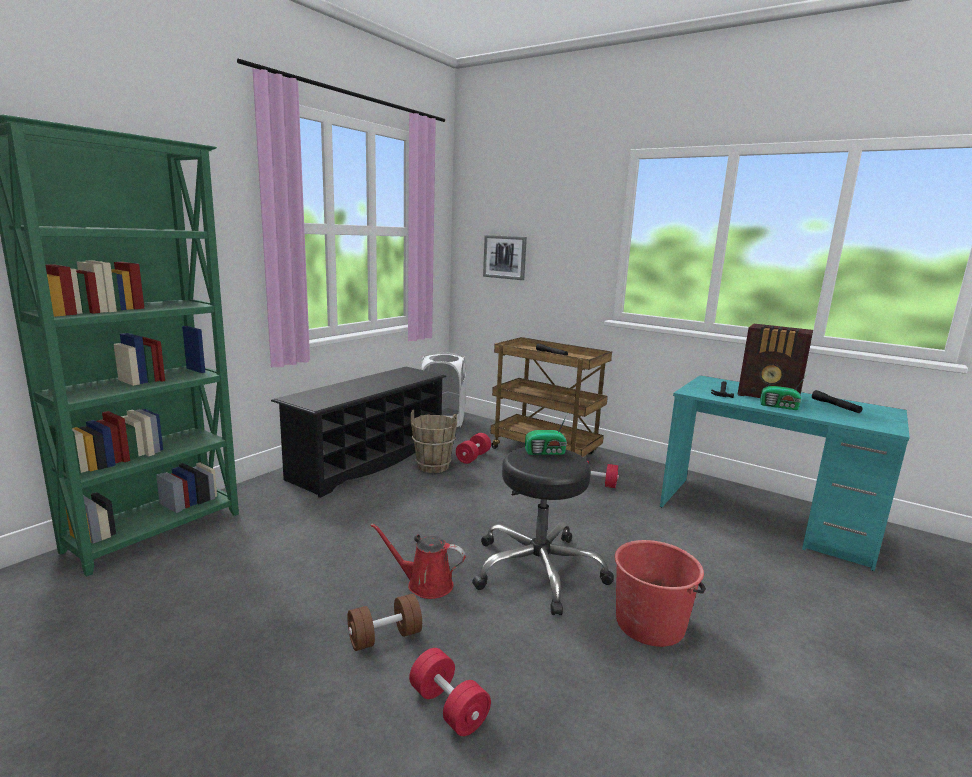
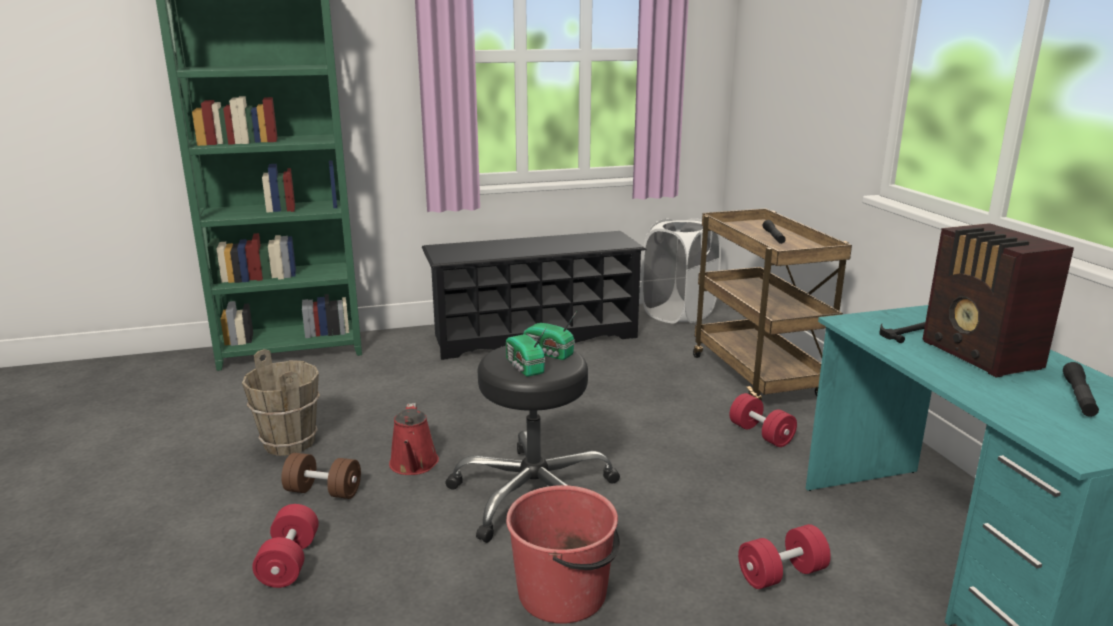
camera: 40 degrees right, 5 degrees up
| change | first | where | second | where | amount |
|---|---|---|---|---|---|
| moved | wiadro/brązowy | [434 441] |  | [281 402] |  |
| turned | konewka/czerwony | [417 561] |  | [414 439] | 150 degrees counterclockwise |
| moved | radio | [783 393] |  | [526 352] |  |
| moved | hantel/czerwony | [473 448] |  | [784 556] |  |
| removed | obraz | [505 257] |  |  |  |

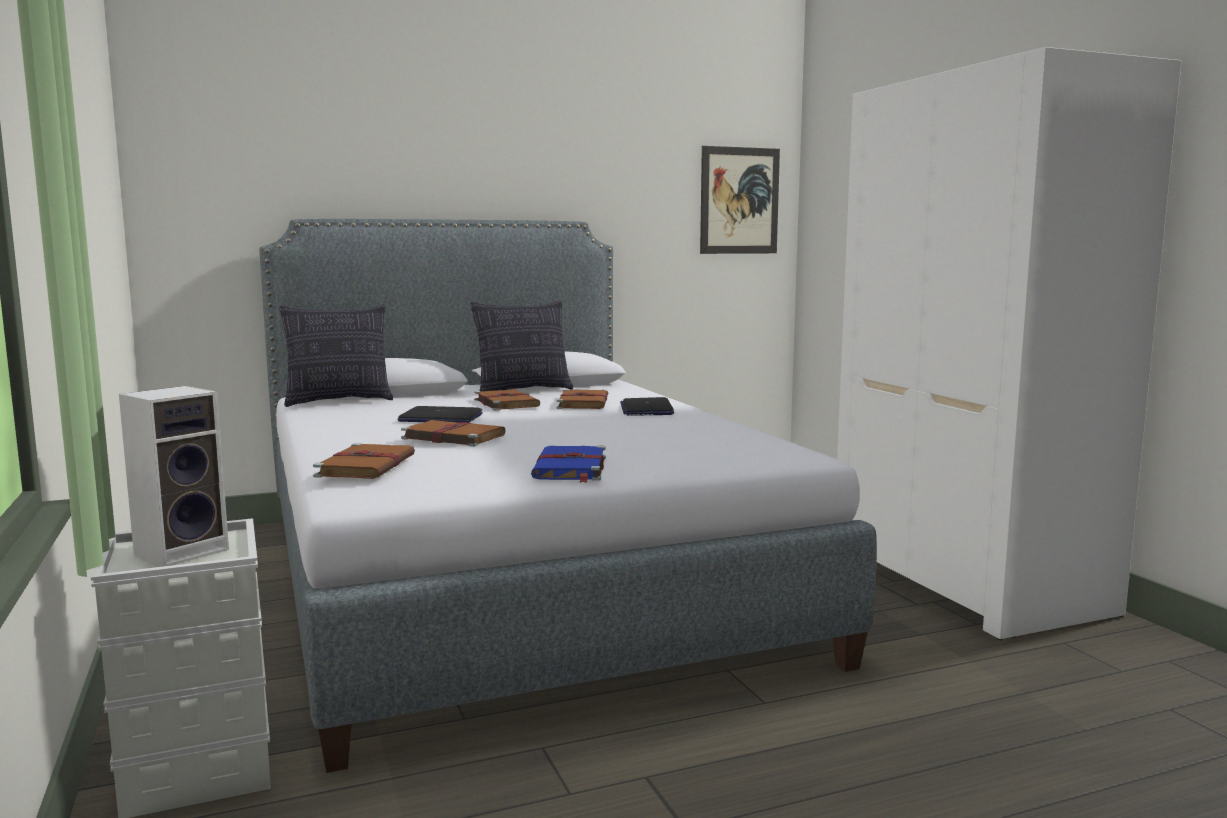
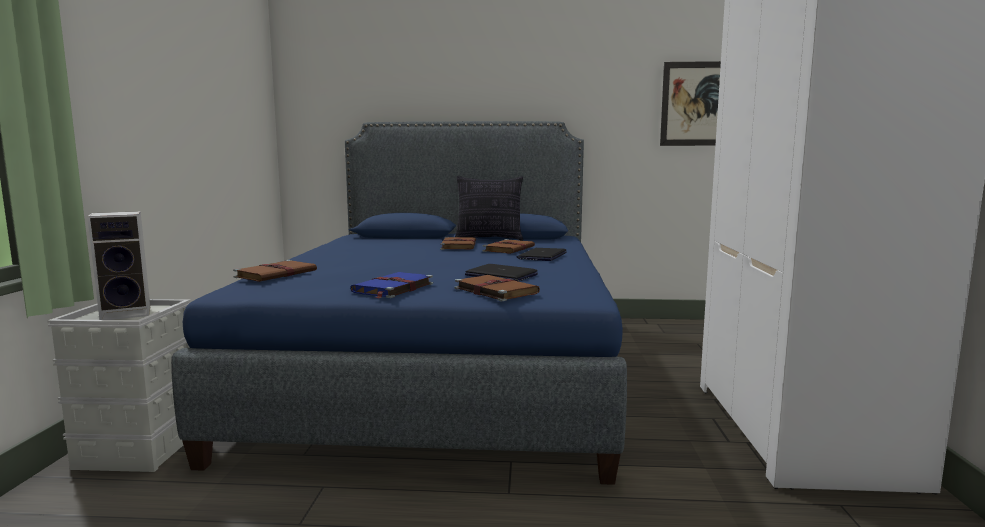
camera: 25 degrees right, 0 degrees up
| change | first | where | second | where | amount |
|---|---|---|---|---|---|
| recoloured | łóżko/szary | [568 496] | łóżko/niebieski | [399 303] |  |
| moved | książka/brązowy | [453 433] |  | [497 288] |  |
| moved | laptop | [440 414] |  | [501 273] |  |
| removed | poduszka | [336 356] |  |  |  |

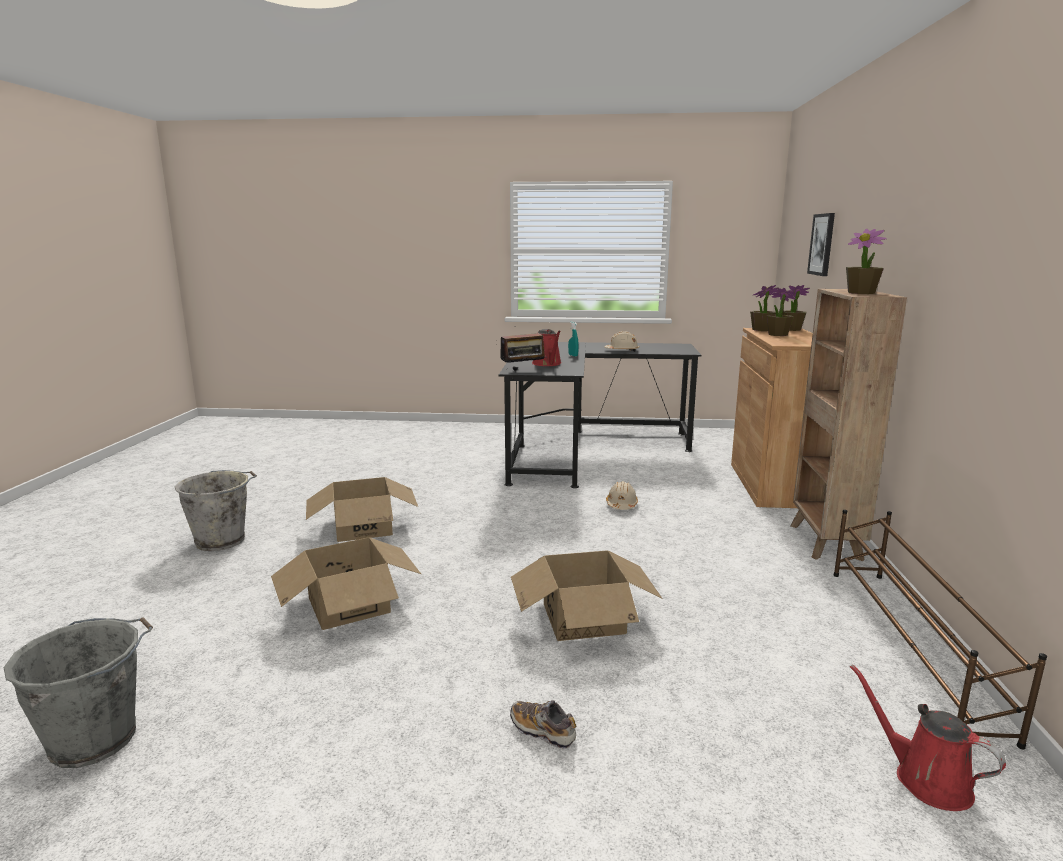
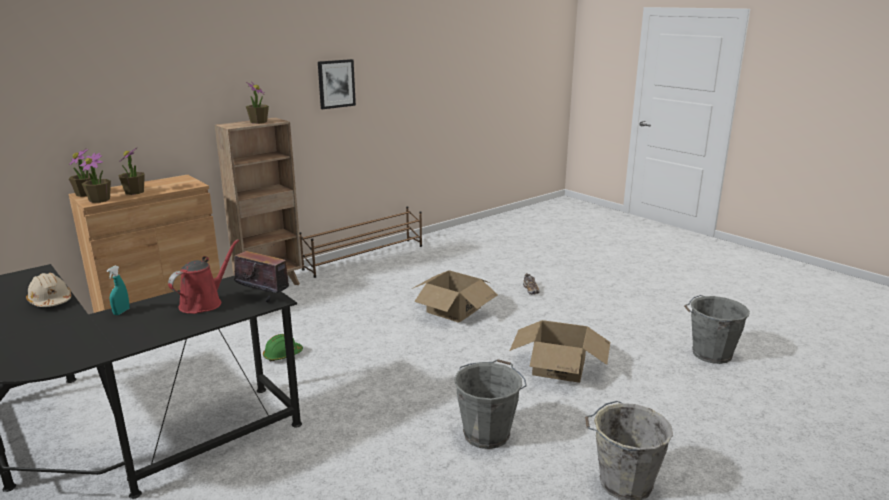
camera: 135 degrees left, 5 degrees up
| change | first | where | second | where | amount |
|---|---|---|---|---|---|
| recoloured | kask/beżowy | [622 495] | kask/zielony | [283 347] |  |
| moved | obraz | [821 244] |  | [337 84] |  |
| replaced | karton | [362 509] | wiadro/szary | [490 404] |  |
| removed | konewka/czerwony | [928 737] |  |  |  |

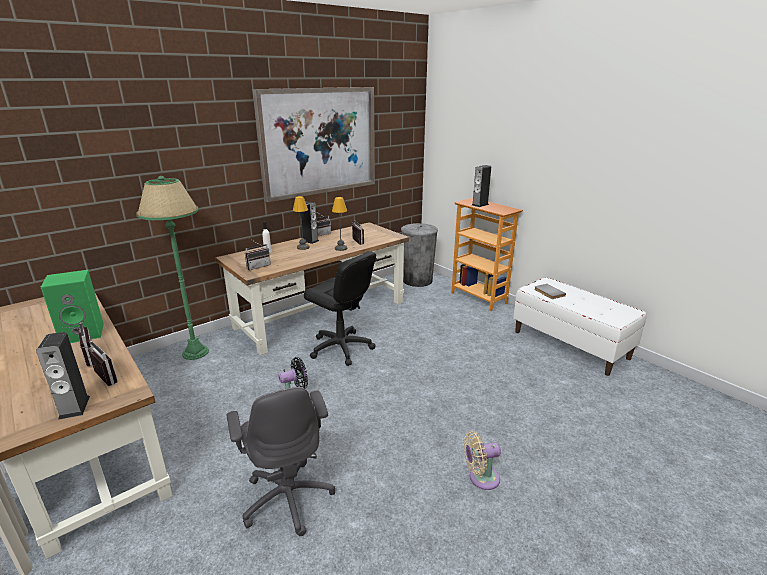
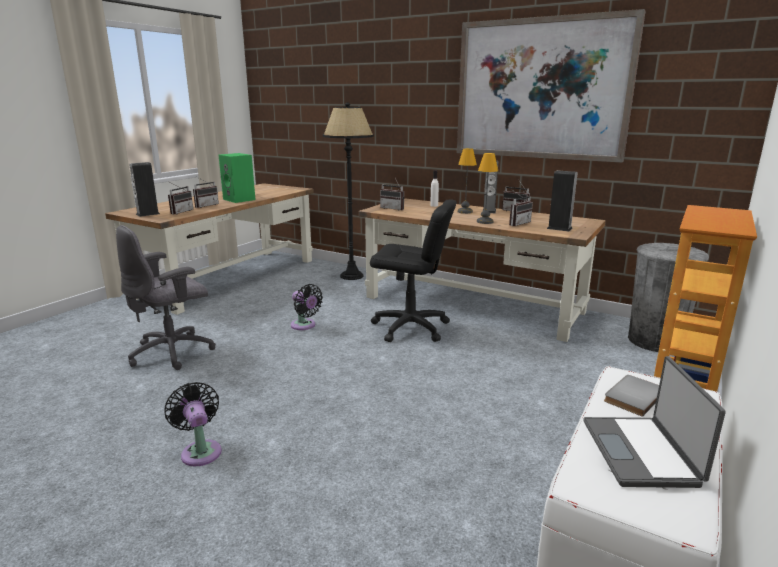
camera: 70 degrees right, 5 degrees down
| change | first | where | second | where | amount |
|---|---|---|---|---|---|
| recoloured | wentylator/beżowy | [482 460] | wentylator/czarny | [193 424] |  |
| recoloured | lampa stojąca/zielony | [172 268] | lampa stojąca/czarny | [348 191] |  |
| turned | krzesło biurowe/czarny | [340 308] |  | [413 271] | 90 degrees counterclockwise |
| moved | głośnik | [481 186] |  | [562 201] |  |
| added |  |  | laptop | [654 422] |  |

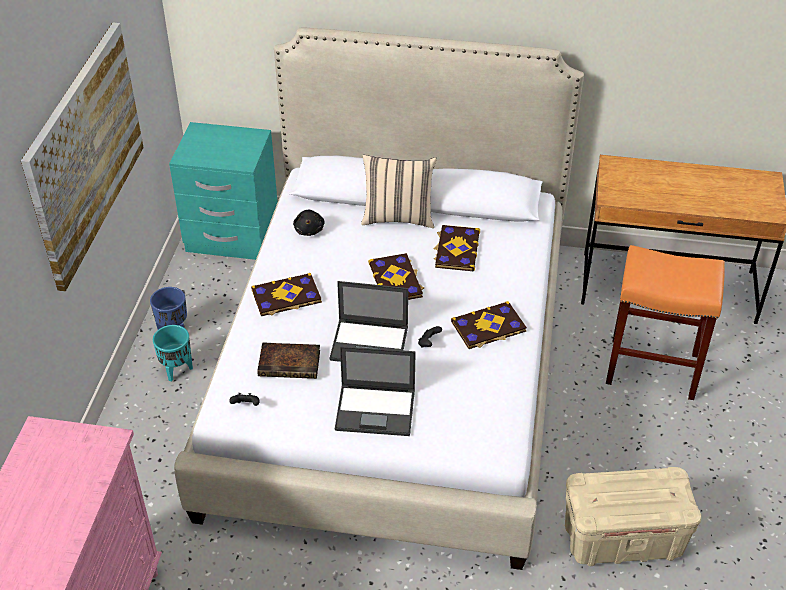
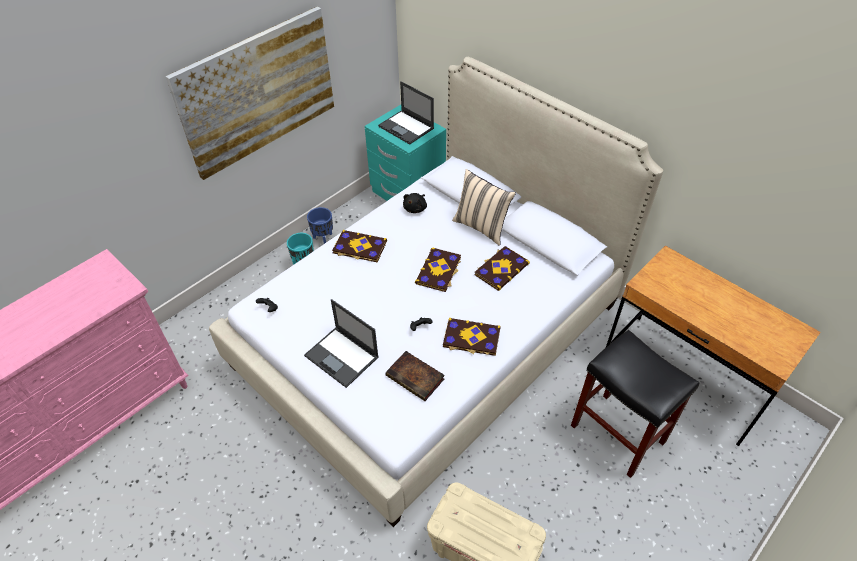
camera: 35 degrees right, 5 degrees up
| change | first | where | second | where | amount |
|---|---|---|---|---|---|
| moved | laptop | [368 321] |  | [406 113] |  |
| moved | książka | [288 360] |  | [415 376] |  |
| recoloured | stołek/pomarańczowy | [665 322] | stołek/czarny | [635 404] |  |

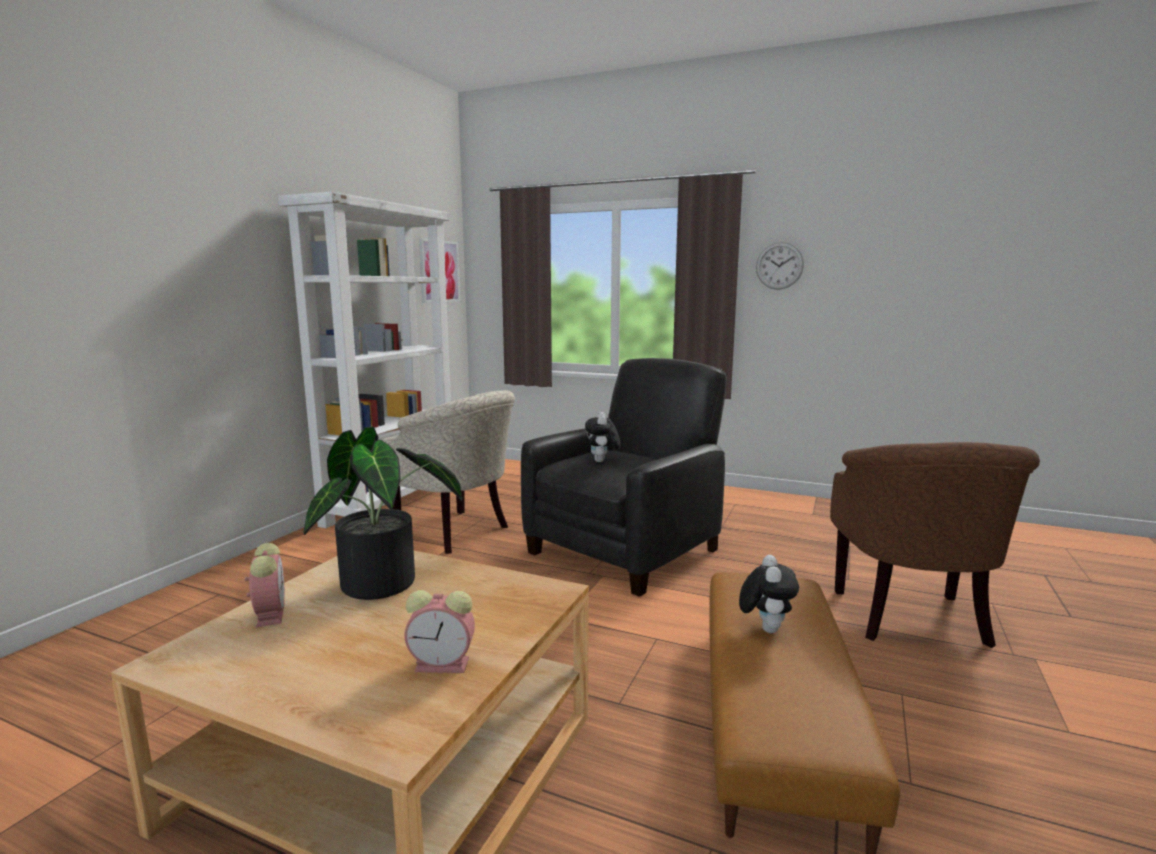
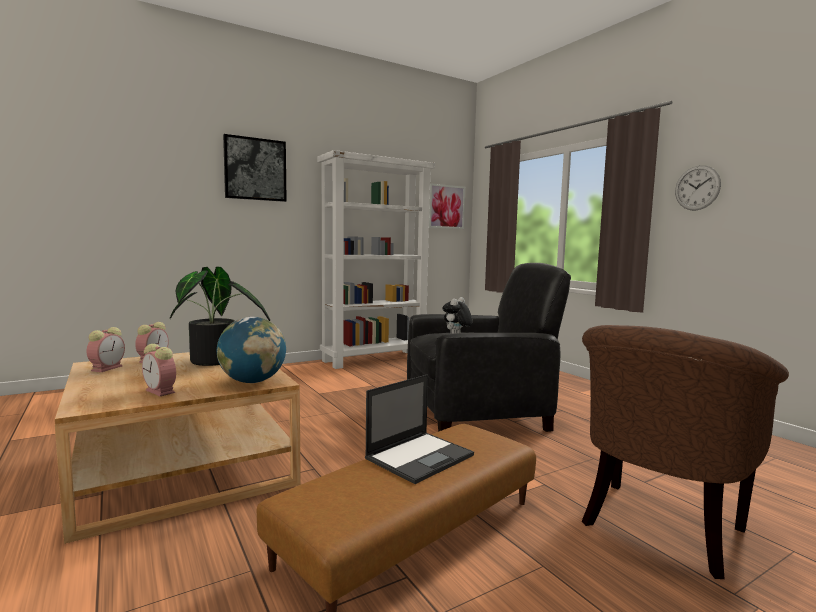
camera: 35 degrees right, 5 degrees down
| change | first | where | second | where | amount |
|---|---|---|---|---|---|
| added |  |  | budzik | [106 349] |  |
| added |  |  | globus | [251 350] |  |
| added |  |  | obraz | [255 168] |  |
| replaced | pluszak | [769 594] | laptop | [419 429] |  |
| removed | fotel/beżowy | [448 472] |  |  |  |

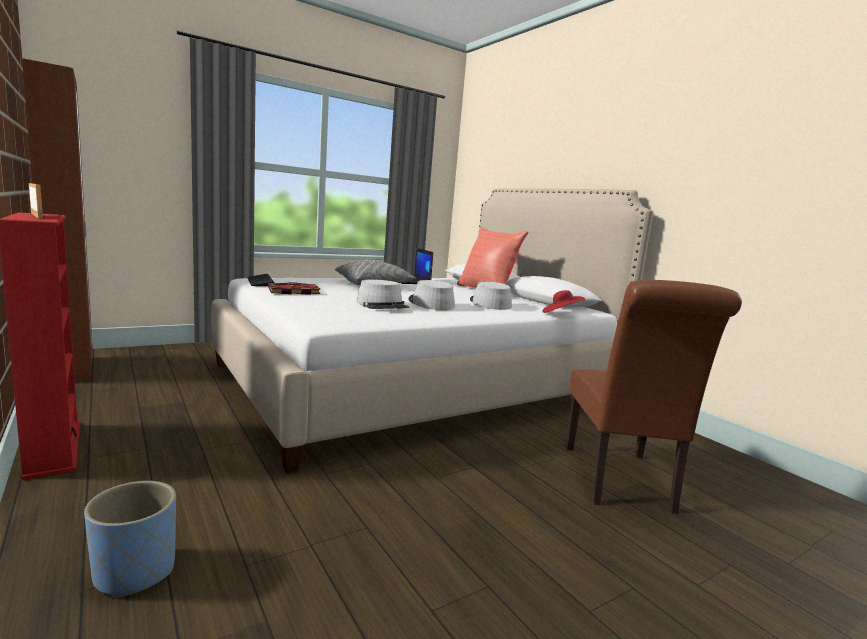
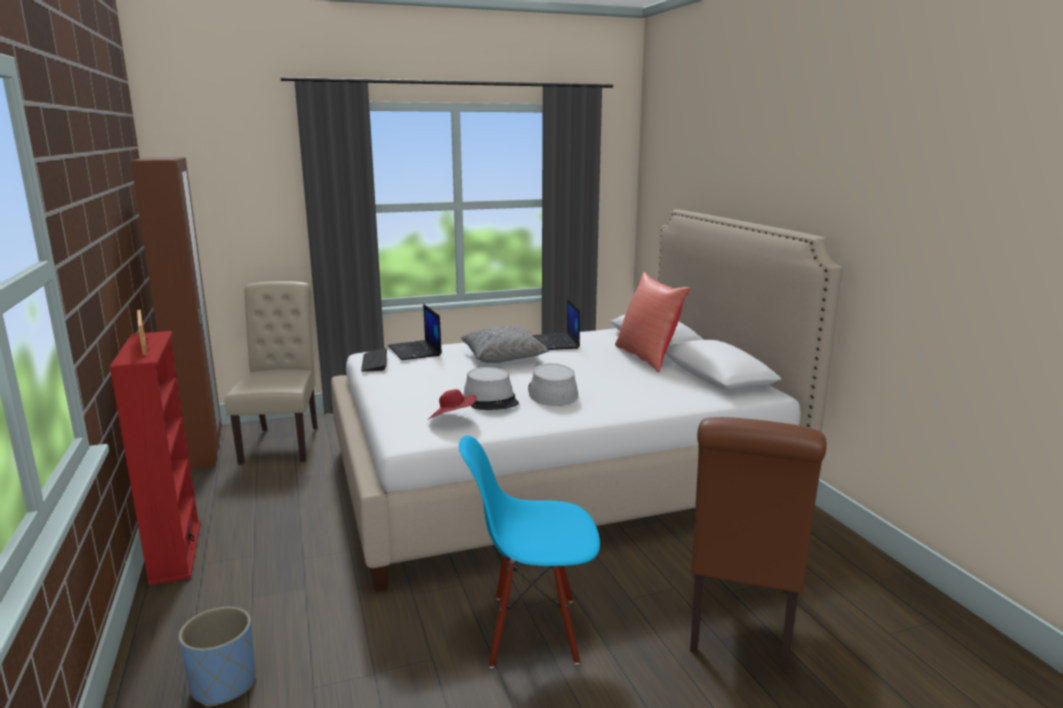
camera: 15 degrees right, 5 degrees up
| change | first | where | second | where | amount |
|---|---|---|---|---|---|
| added |  |  | krzesło/beżowy | [271 372] |  |
| added |  |  | laptop | [415 332] |  |
| moved | kapelusz/czerwony | [563 301] |  | [453 404] |  |
| added |  |  | krzesło/niebieski | [529 551] |  |
| removed | książka | [294 288] |  |  |  |
| removed | kapelusz/szary | [491 295] |  |  |  |

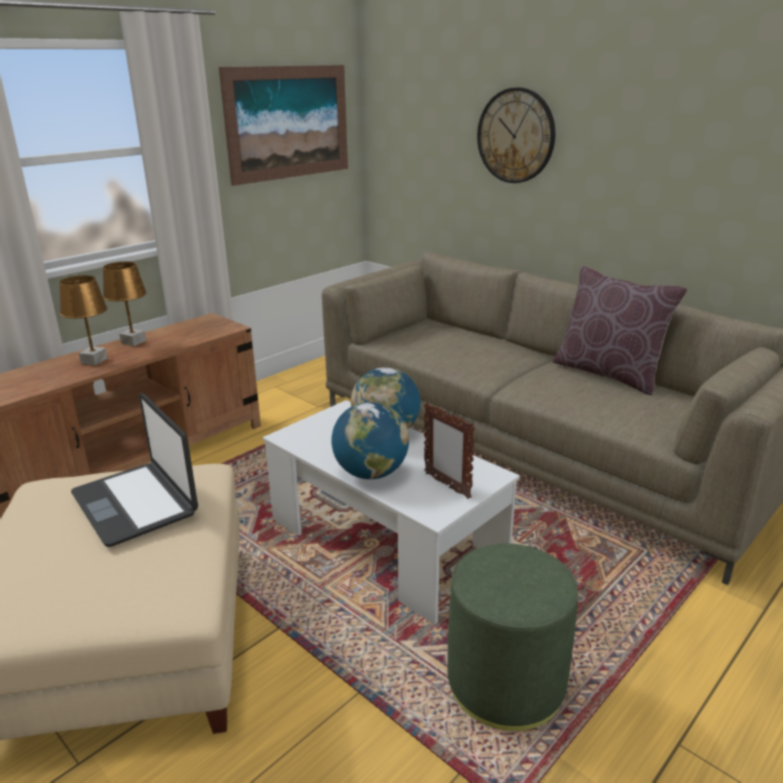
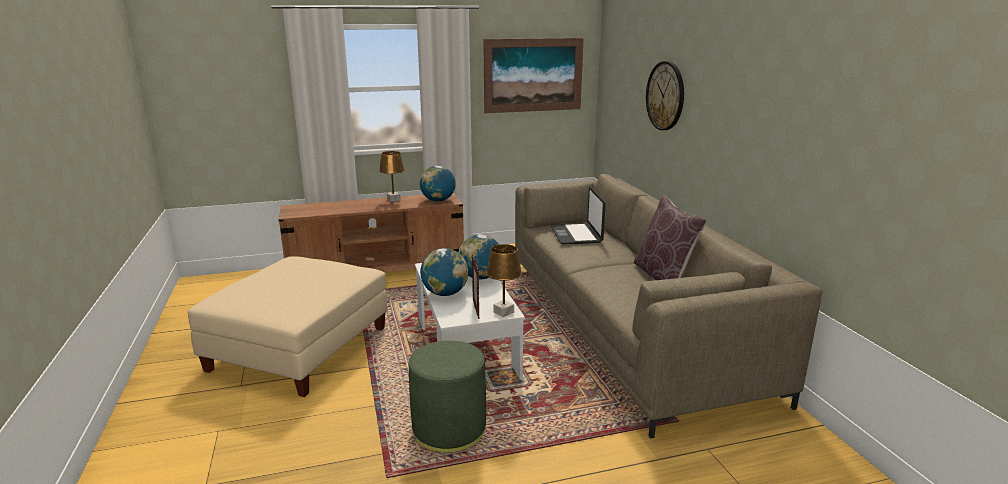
camera: 30 degrees right, 5 degrees down
| change | first | where | second | where | amount |
|---|---|---|---|---|---|
| added |  |  | globus | [438 184] |  |
| moved | lampa stołowa/brązowy | [83 320] |  | [504 280] |  |
| moved | laptop | [134 470] |  | [578 216] |  |

